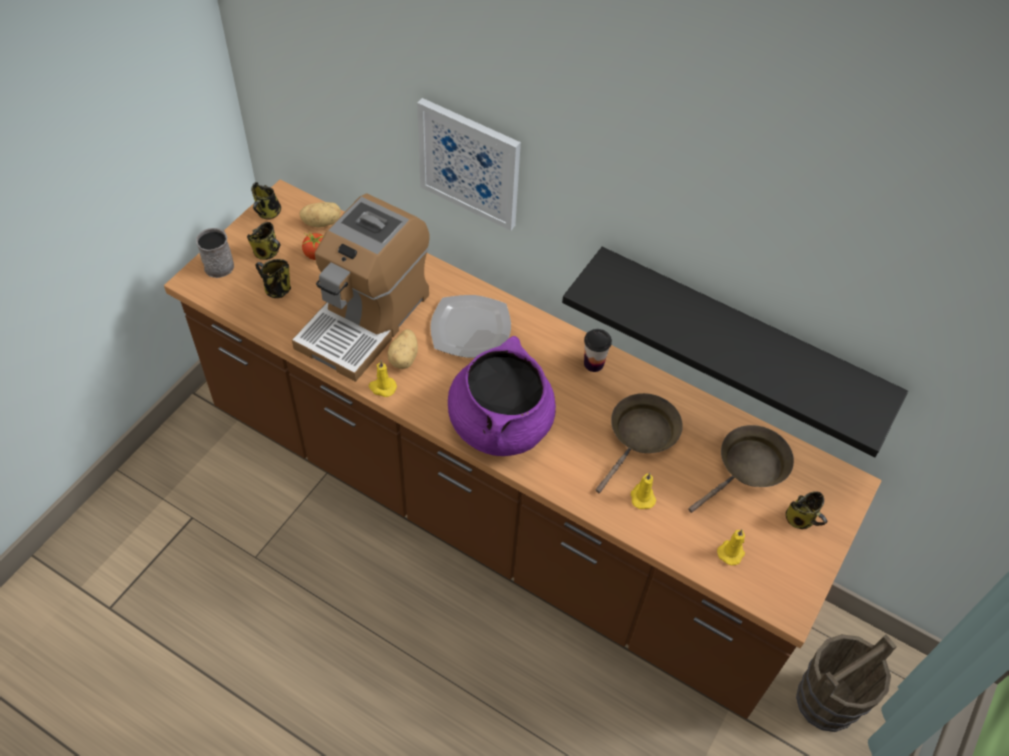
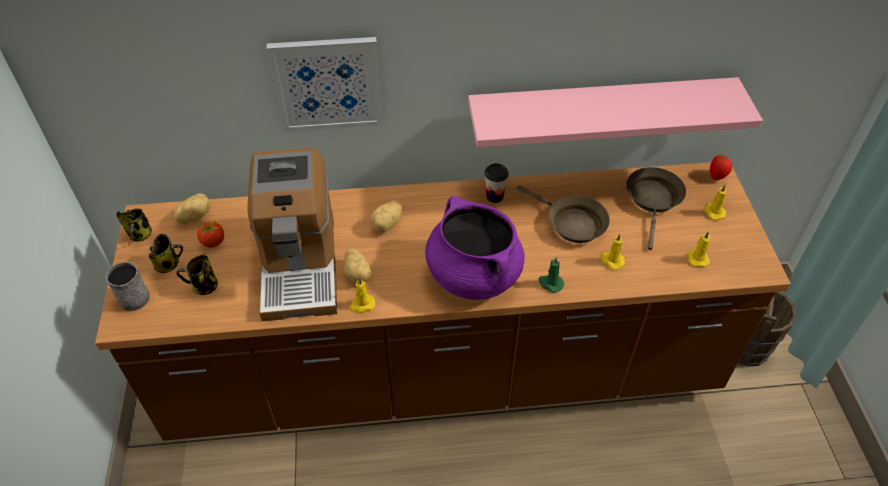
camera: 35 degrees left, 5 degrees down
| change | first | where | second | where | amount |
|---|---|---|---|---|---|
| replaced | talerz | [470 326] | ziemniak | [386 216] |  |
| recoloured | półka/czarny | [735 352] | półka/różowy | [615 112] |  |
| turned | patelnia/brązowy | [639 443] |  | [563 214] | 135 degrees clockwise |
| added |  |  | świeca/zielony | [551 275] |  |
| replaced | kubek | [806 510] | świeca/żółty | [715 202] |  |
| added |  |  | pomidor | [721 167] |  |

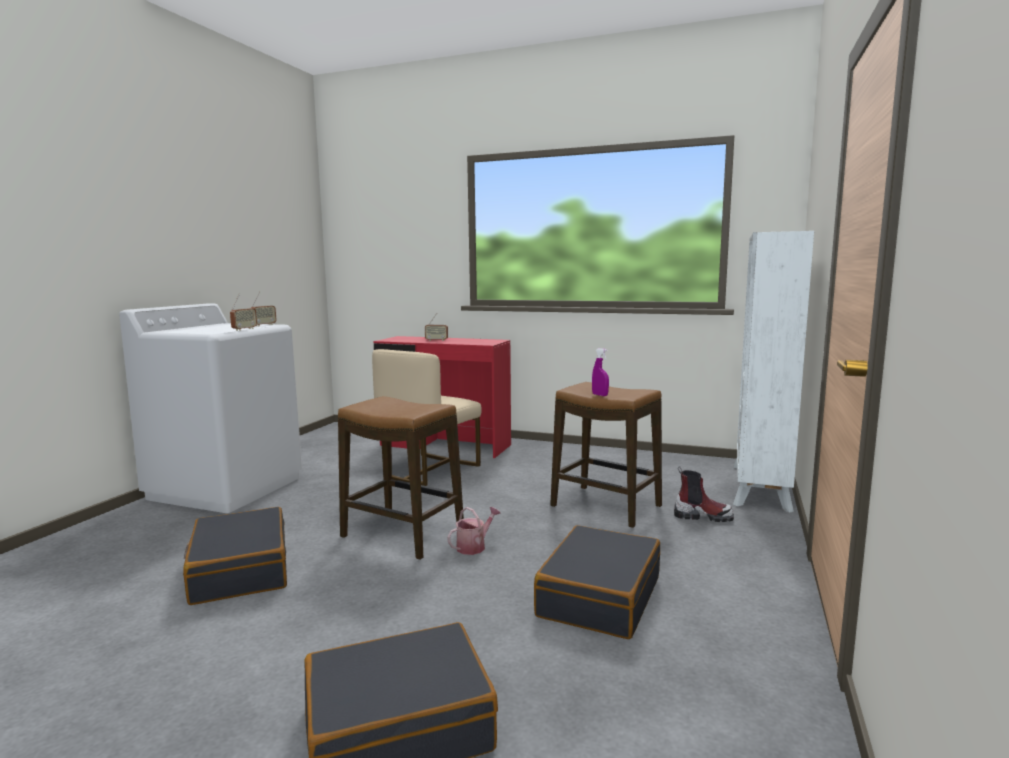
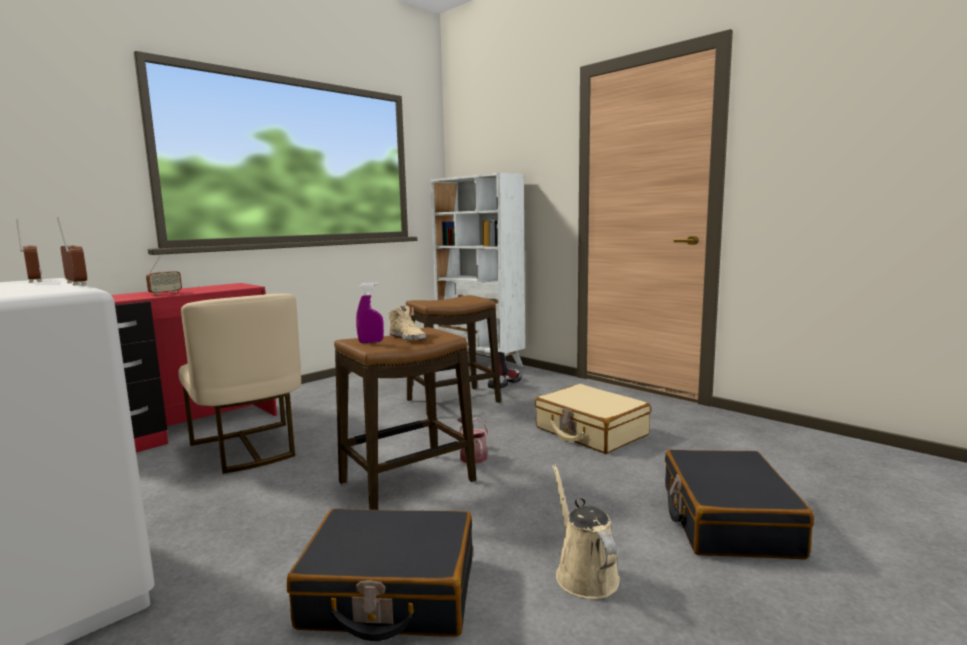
camera: 65 degrees left, 0 degrees up
| change | first | where | second | where | amount |
|---|---|---|---|---|---|
| moved | spryskiwacz/fioletowy | [600 372] |  | [370 312] |  |
| added |  |  | but/beżowy | [407 322] |  |
| recoloured | walizka/czarny | [597 582] | walizka/beżowy | [593 419] |  |
| added |  |  | konewka/beżowy | [586 531] |  |

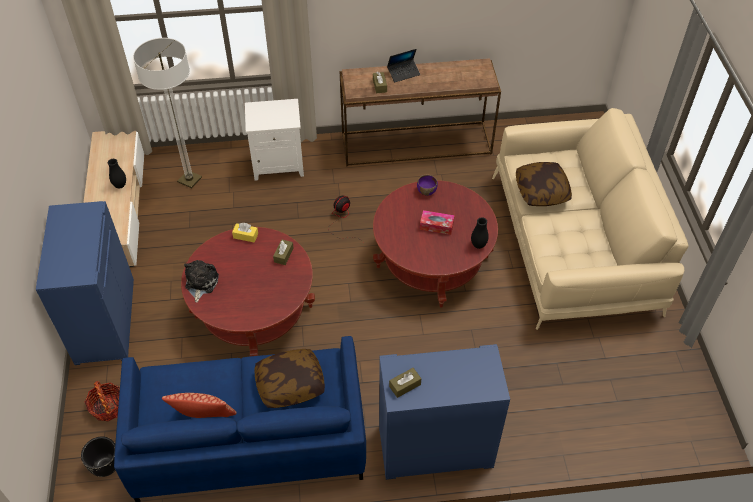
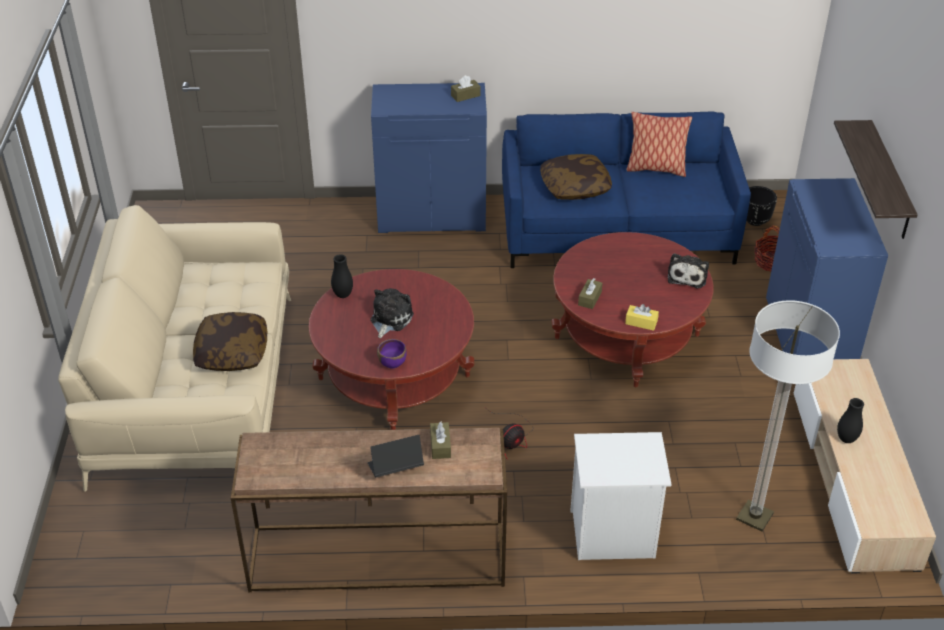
camera: 175 degrees left, 10 degrees down
| change | first | where | second | where | amount |
|---|---|---|---|---|---|
| replaced | pudełko chusteczek | [437 222] | pluszak | [392 313] |  |
| added |  |  | półka | [876 179] |  |

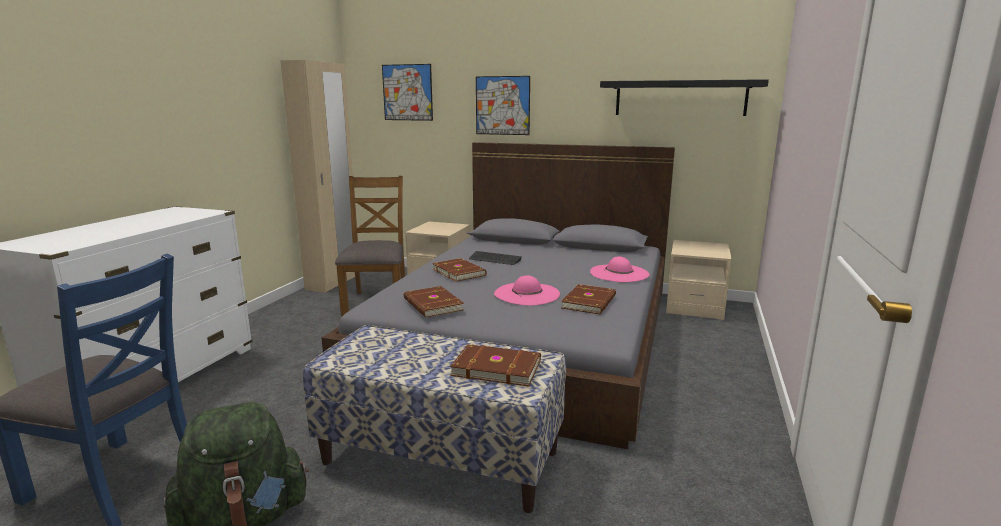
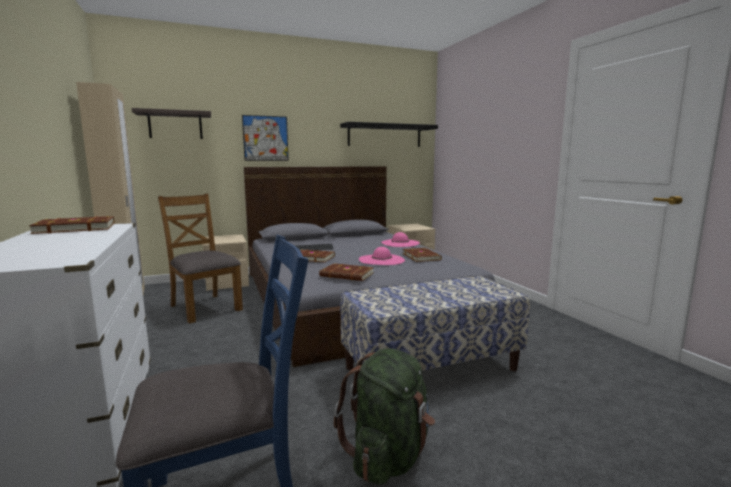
camera: 40 degrees left, 5 degrees down
| change | first | where | second | where | amount |
|---|---|---|---|---|---|
| moved | książka/brązowy | [495 365] |  | [72 225] |  |
| replaced | obraz | [407 92] | półka | [171 123] |  |

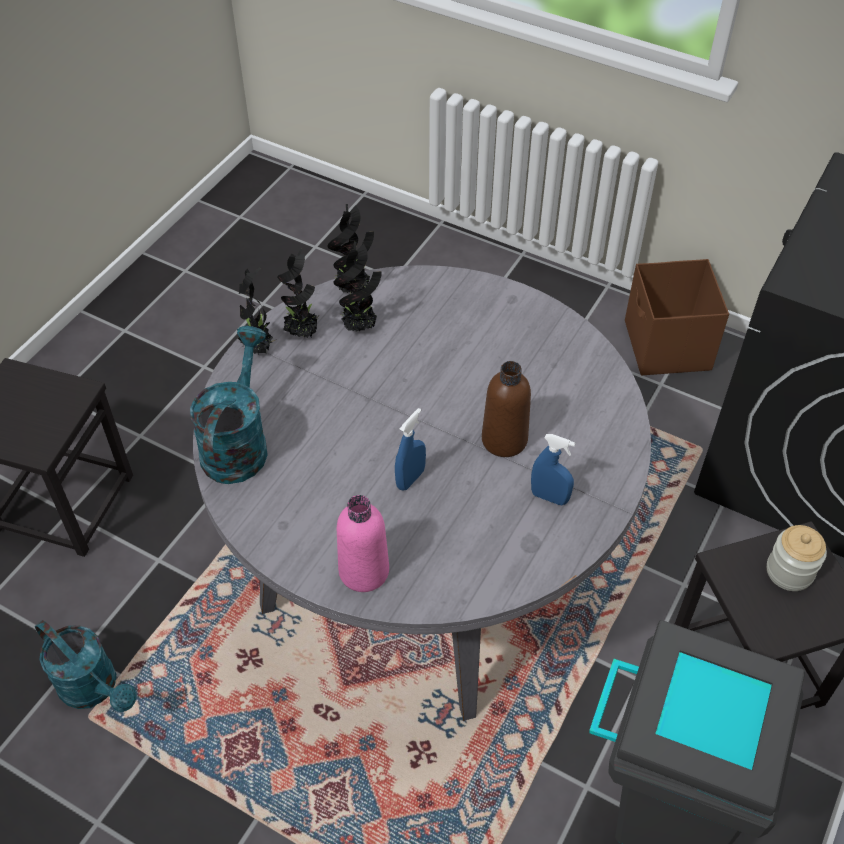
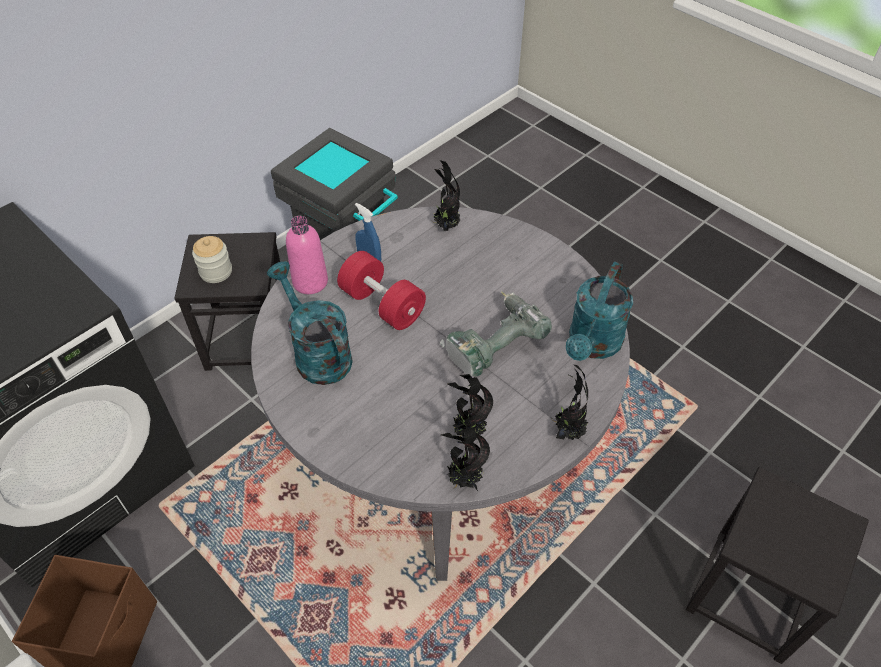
camera: 165 degrees left, 0 degrees up
| change | first | where | second | where | amount |
|---|---|---|---|---|---|
| moved | konewka/turkusowy | [86 666] |  | [310 323] |  |
| moved | butelka/różowy | [363 543] |  | [307 255] |  |
| replaced | butelka/brązowy | [506 409] | hantel/czerwony | [381 290] |  |
| moved | roślina doniczkowa | [298 293] |  | [447 195] |  |
| added |  |  | wiertarka | [496 334] |  |
| removed | spryskiwacz/niebieski | [410 449] |  |  |  |

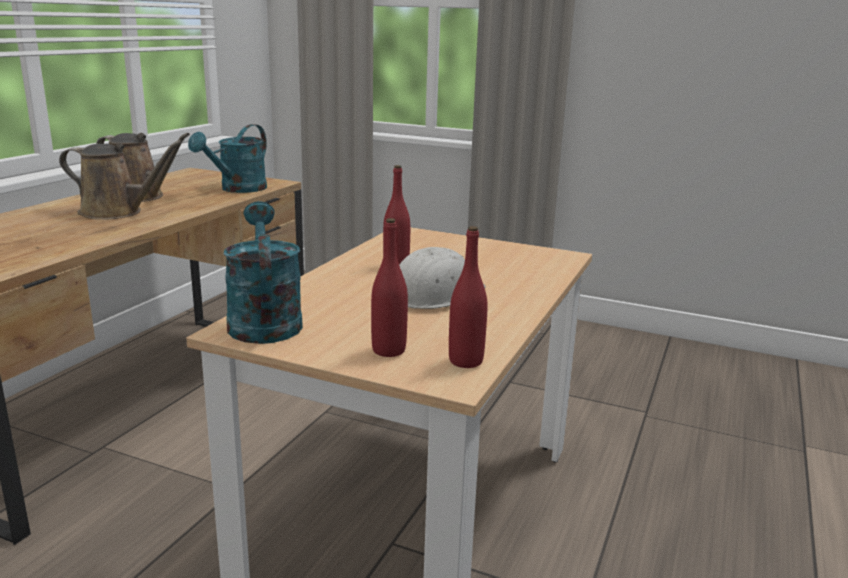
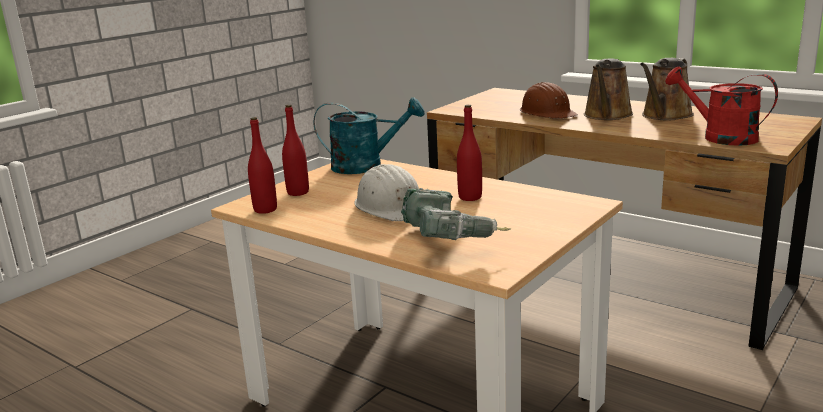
camera: 105 degrees right, 0 degrees up
| change | first | where | second | where | amount |
|---|---|---|---|---|---|
| added |  |  | wiertarka | [456 214] |  |
| added |  |  | kask/brązowy | [549 100] |  |
| recoloured | konewka/turkusowy | [227 158] | konewka/czerwony | [721 106] |  |

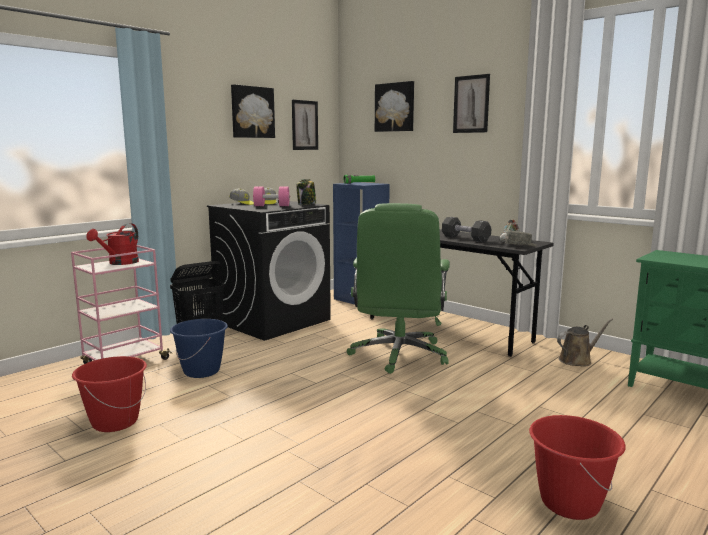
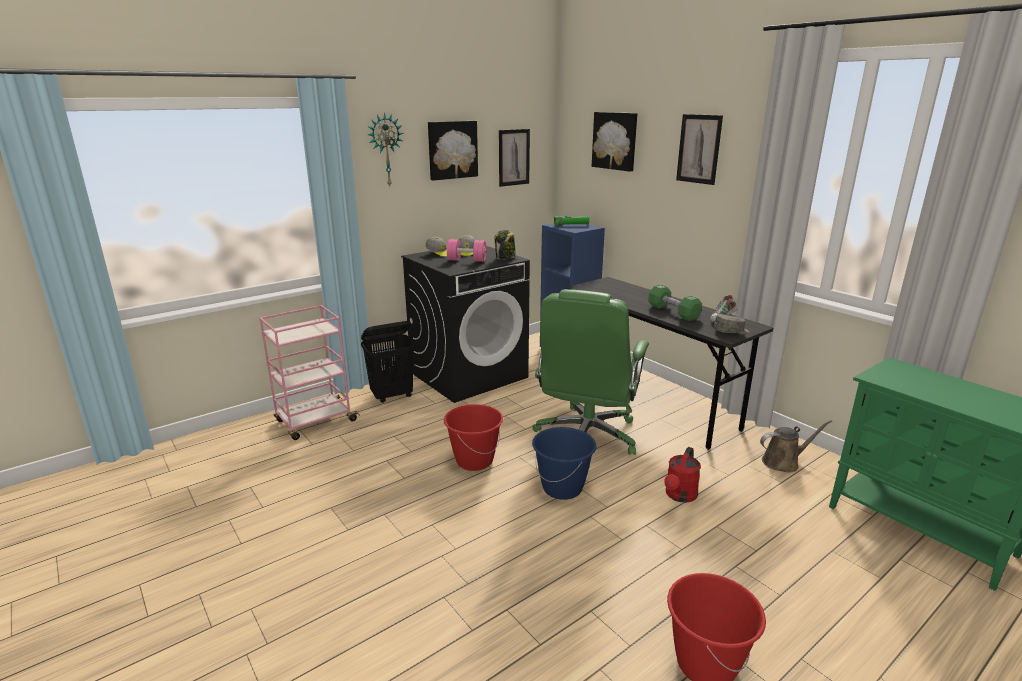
camera: 10 degrees right, 10 degrees up
| change | first | where | second | where | amount |
|---|---|---|---|---|---|
| added |  |  | zegar ścienny | [386 149] |  |
| moved | wiadro/czerwony | [109 394] |  | [473 437] |  |
| moved | wiadro/niebieski | [199 348] |  | [564 463] |  |
| recoloured | hantel/czarny | [466 229] | hantel/zielony | [675 303] |  |
| moved | konewka/czerwony | [112 244] |  | [682 475] |  |

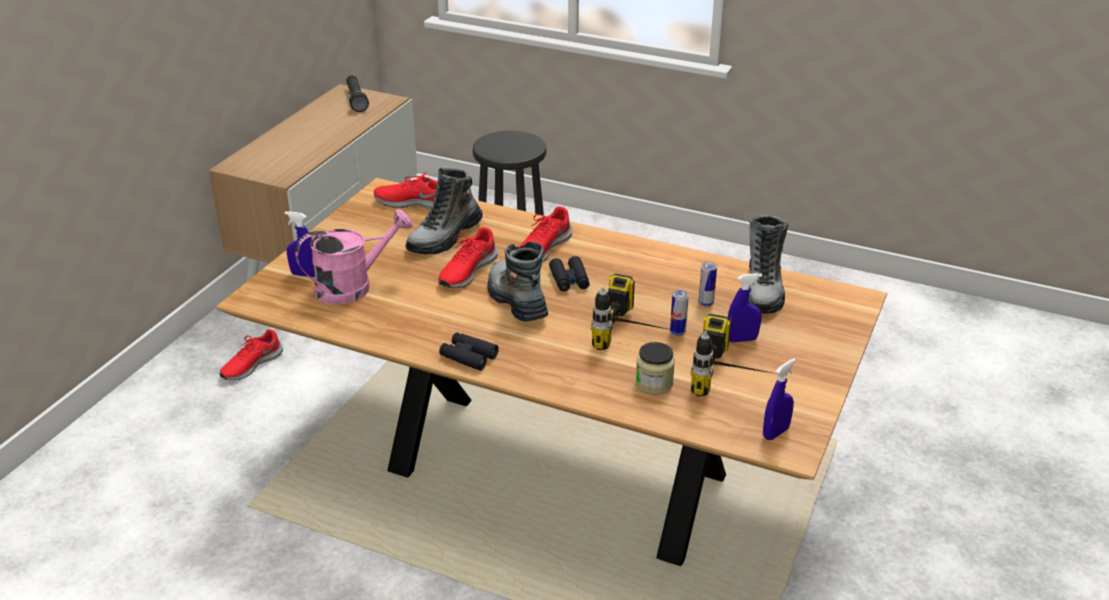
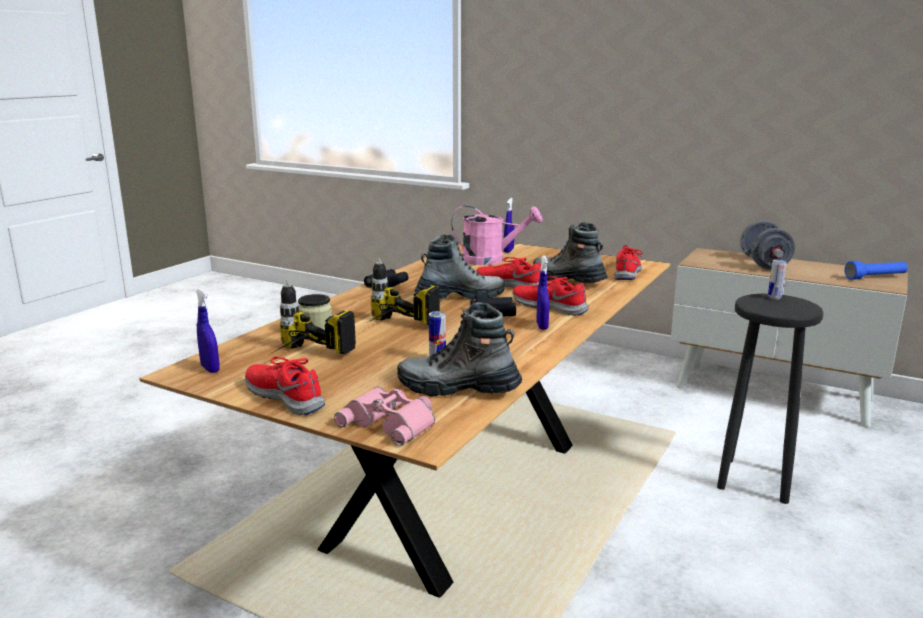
camera: 95 degrees right, 15 degrees down
| change | first | where | second | where | amount |
|---|---|---|---|---|---|
| moved | but/czerwony | [251 354] |  | [285 385] |  |
| added |  |  | lornetka/różowy | [384 416] |  |
| turned | konewka/różowy | [354 257] |  | [497 235] | 60 degrees counterclockwise |
| moved | spryskiwacz/niebieski | [745 307] |  | [542 293] |  |
| added |  |  | hantel/szary | [767 245] |  |
| moved | puszka | [679 313] |  | [777 280] |  |
| recoloured | latarka/czarny | [357 93] | latarka/niebieski | [876 270] |  |

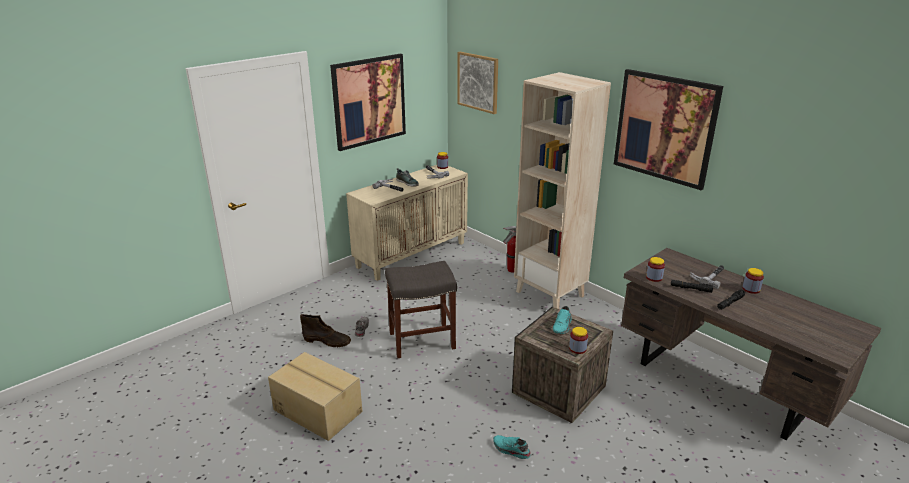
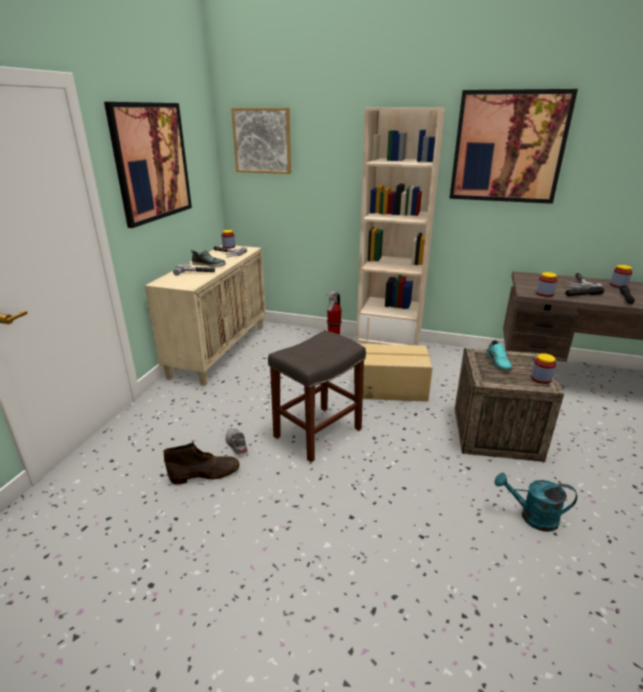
camera: 30 degrees left, 0 degrees up
| change | first | where | second | where | amount |
|---|---|---|---|---|---|
| moved | karton | [315 396] |  | [396 373] |  |
| replaced | but/turkusowy | [512 447] | konewka/turkusowy | [535 502] |  |

